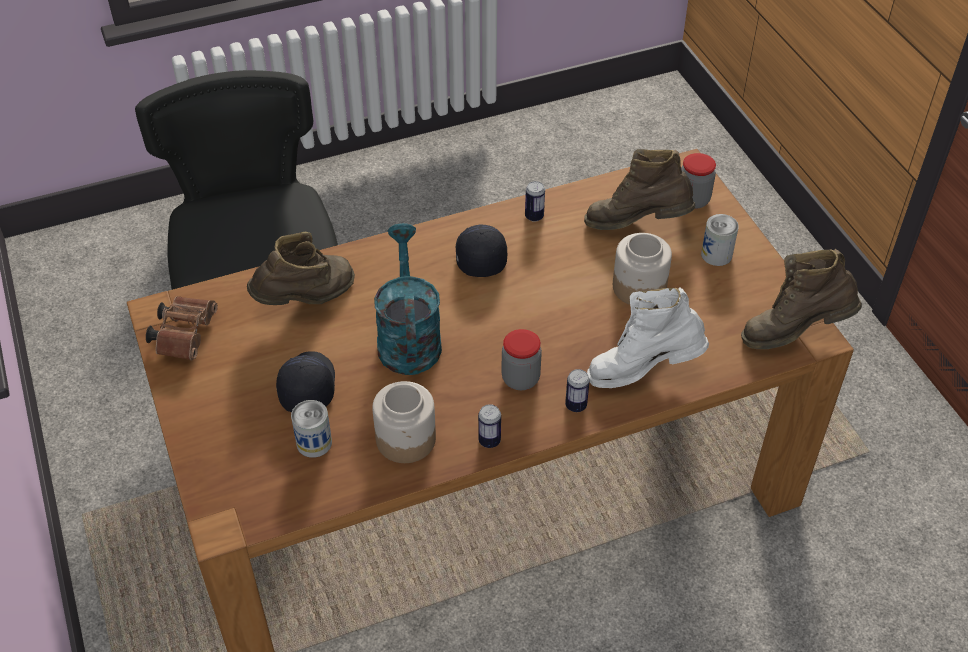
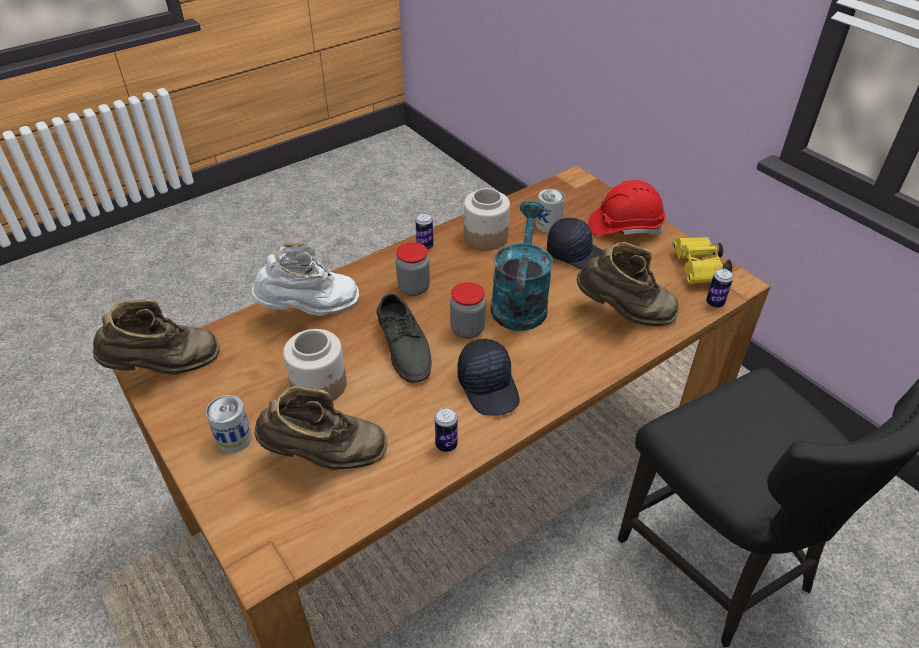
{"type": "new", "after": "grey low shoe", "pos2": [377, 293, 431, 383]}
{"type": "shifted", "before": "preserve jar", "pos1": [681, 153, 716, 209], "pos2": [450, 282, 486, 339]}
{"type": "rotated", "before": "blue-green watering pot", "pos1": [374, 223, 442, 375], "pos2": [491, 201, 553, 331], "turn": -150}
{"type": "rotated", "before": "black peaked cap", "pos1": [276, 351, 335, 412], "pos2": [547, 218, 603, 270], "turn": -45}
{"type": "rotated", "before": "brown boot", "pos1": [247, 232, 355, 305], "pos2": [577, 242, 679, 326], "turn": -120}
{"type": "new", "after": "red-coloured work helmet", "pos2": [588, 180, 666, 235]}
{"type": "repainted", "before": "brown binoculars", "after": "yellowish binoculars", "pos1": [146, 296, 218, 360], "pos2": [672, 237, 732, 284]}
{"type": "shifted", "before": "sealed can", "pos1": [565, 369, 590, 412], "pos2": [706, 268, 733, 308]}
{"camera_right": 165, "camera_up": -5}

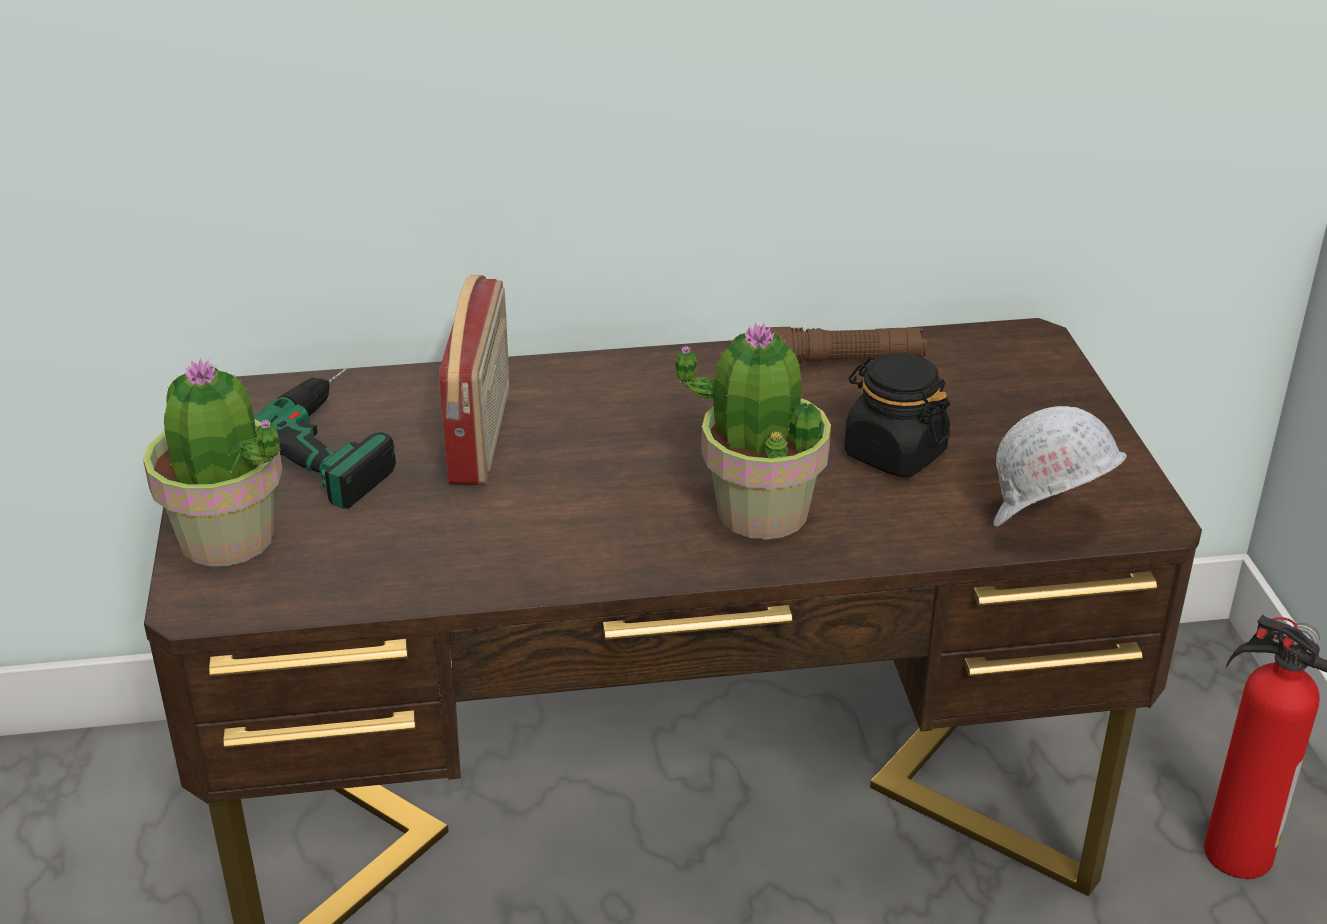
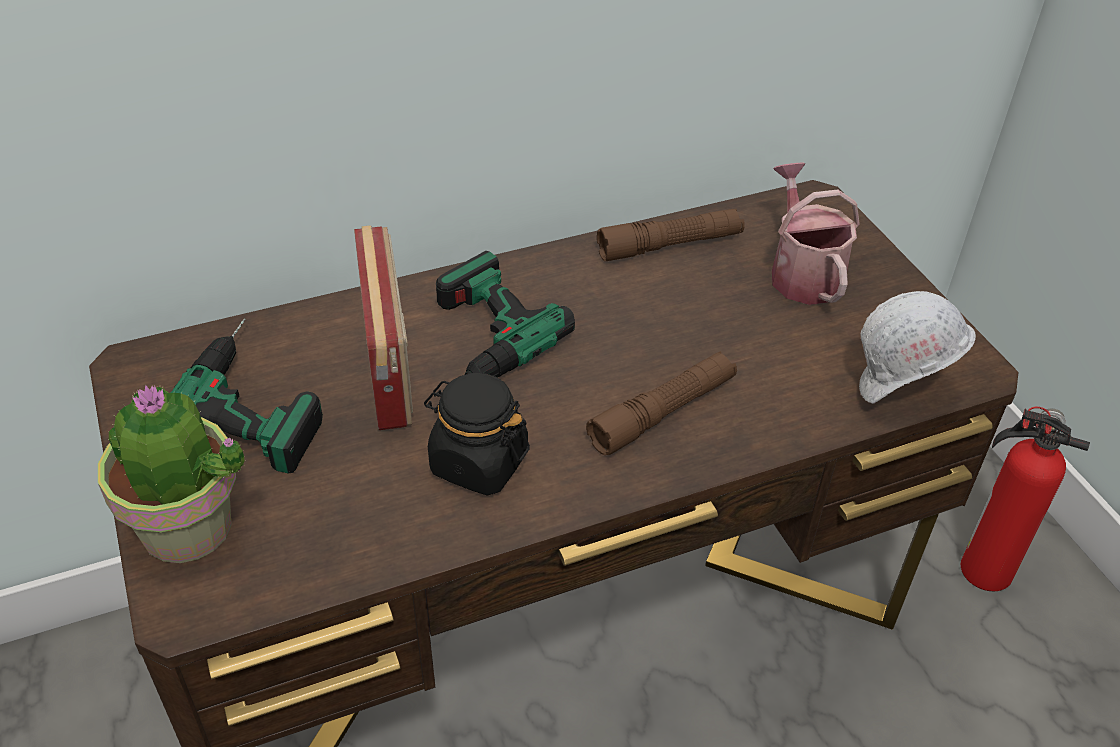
{"type": "shifted", "before": "black preserve jar", "pos1": [844, 353, 950, 477], "pos2": [424, 373, 530, 496]}
{"type": "new", "after": "power drill", "pos2": [436, 251, 575, 395]}
{"type": "swapped", "before": "potted plant", "after": "brown torch", "pos1": [675, 322, 831, 540], "pos2": [586, 351, 737, 455]}
{"type": "new", "after": "watering pot", "pos2": [772, 162, 860, 305]}
{"camera_right": -15, "camera_up": 10}

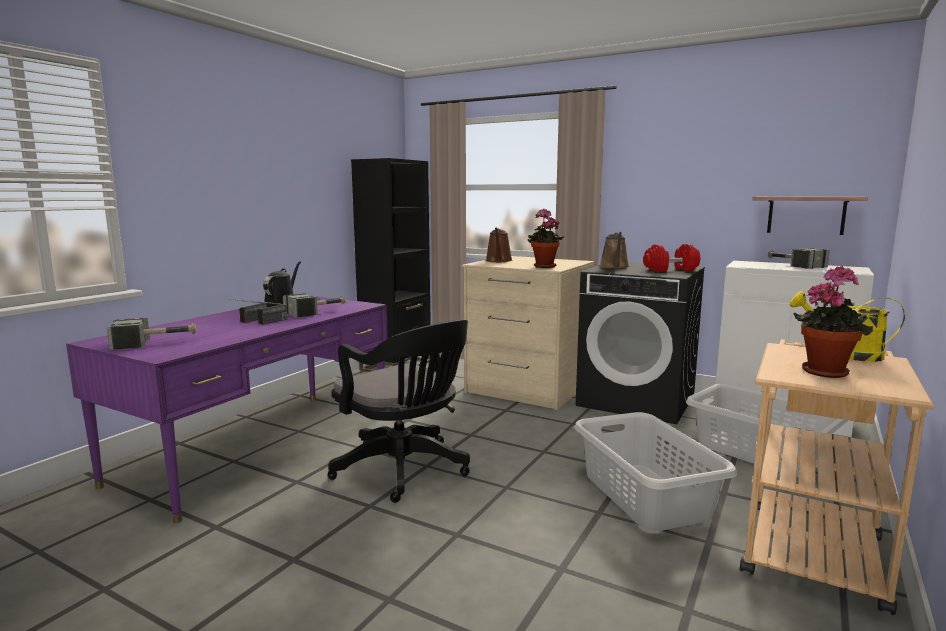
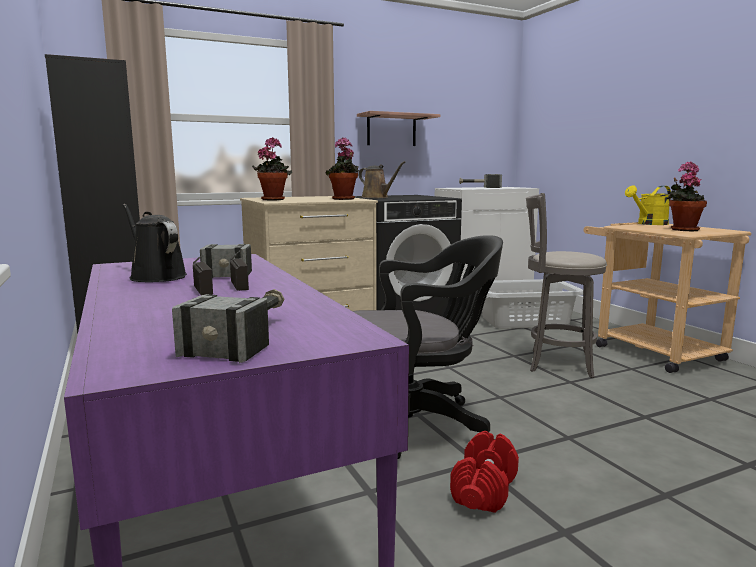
{"type": "swapped", "before": "brown watering pot", "after": "potted plant", "pos1": [485, 228, 513, 262], "pos2": [252, 138, 292, 200]}
{"type": "shifted", "before": "shelf", "pos1": [752, 197, 868, 235], "pos2": [357, 111, 441, 146]}
{"type": "shifted", "before": "red-coloured free weight", "pos1": [643, 244, 700, 272], "pos2": [450, 431, 519, 513]}
{"type": "swapped", "before": "grey laundry basket", "after": "grey sitting stool", "pos1": [574, 412, 737, 531], "pos2": [526, 193, 607, 378]}
{"camera_right": -55, "camera_up": 0}

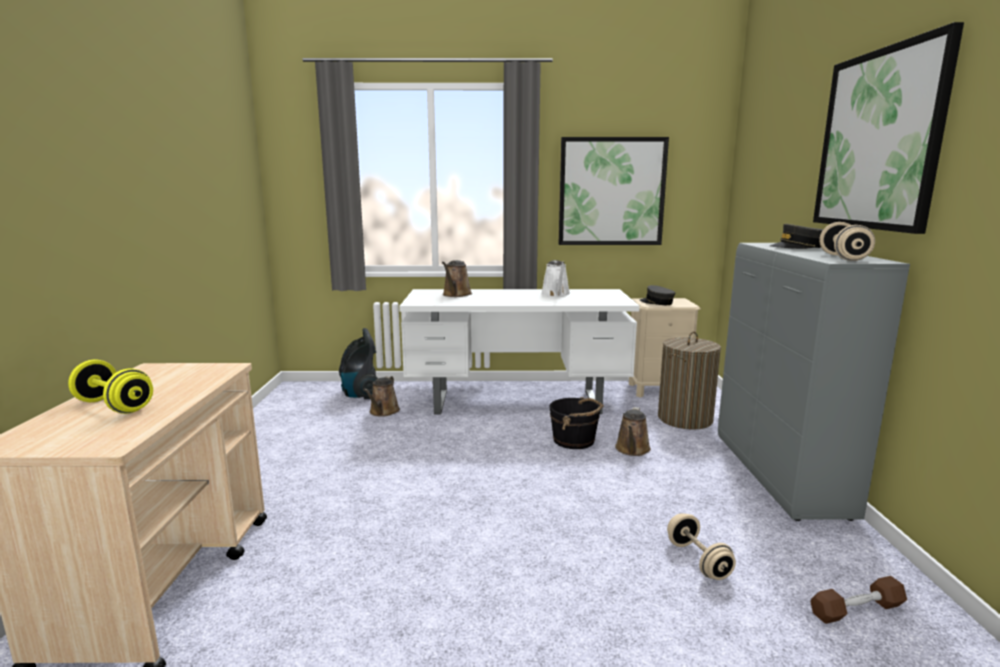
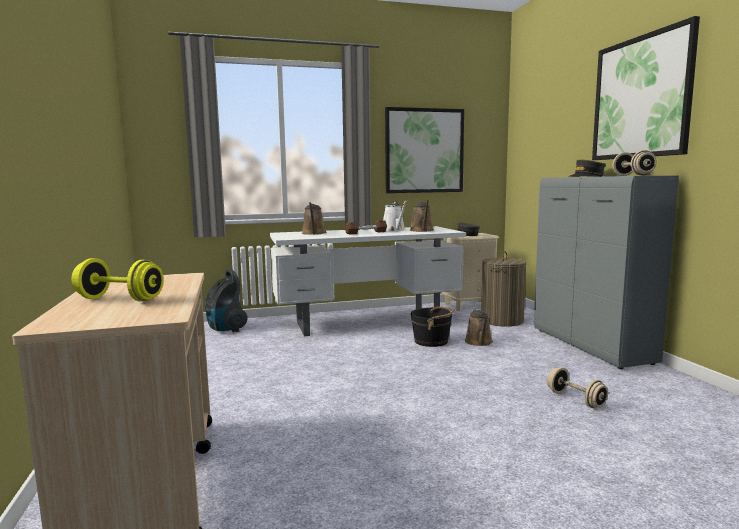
{"type": "shifted", "before": "brown free weight", "pos1": [811, 576, 907, 624], "pos2": [345, 220, 387, 235]}
{"type": "shifted", "before": "brown watering pot", "pos1": [363, 376, 400, 417], "pos2": [410, 200, 434, 232]}
{"camera_right": -15, "camera_up": -5}

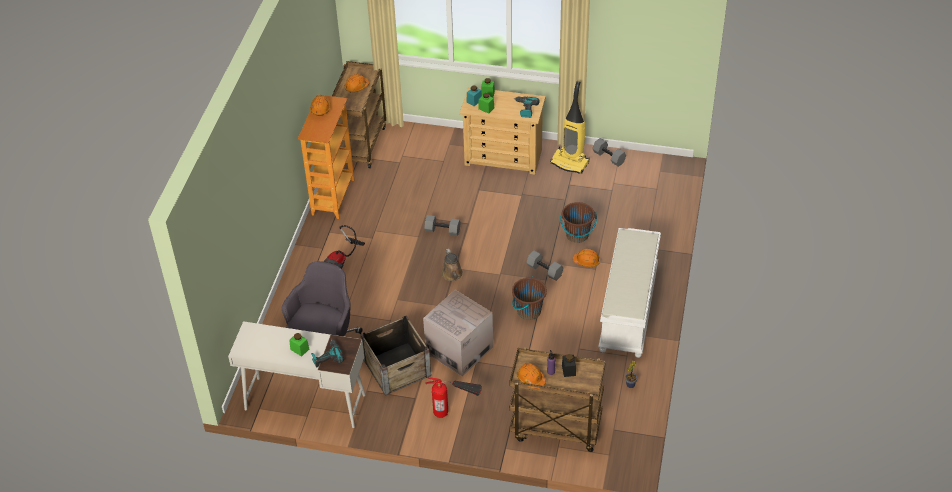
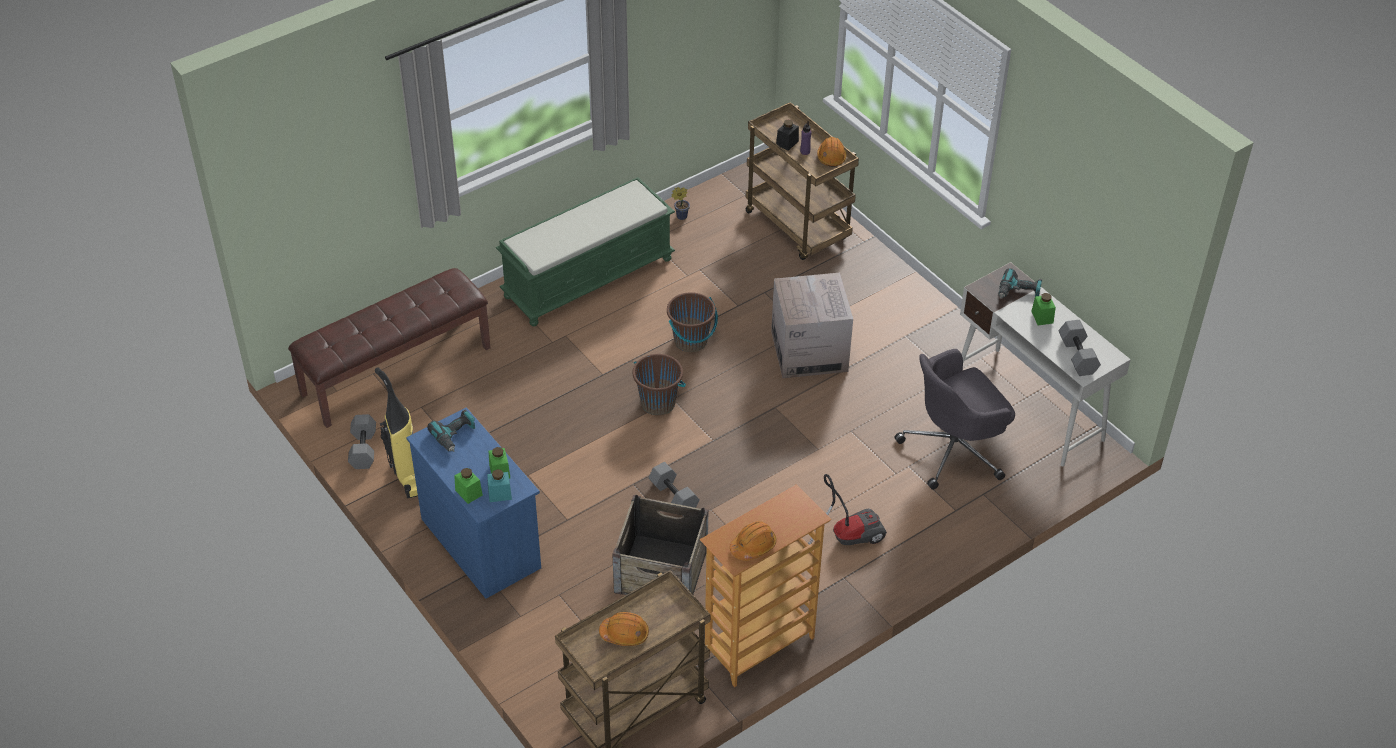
{"type": "new", "after": "brown indoor bench", "pos2": [288, 268, 490, 428]}
{"type": "repainted", "before": "beige dresser", "after": "bluish dresser", "pos1": [460, 87, 546, 175], "pos2": [406, 407, 541, 599]}
{"type": "repainted", "before": "white indoor bench", "after": "green-coloured indoor bench", "pos1": [598, 228, 661, 358], "pos2": [496, 177, 675, 326]}
{"type": "shifted", "before": "packing crate", "pos1": [361, 316, 431, 396], "pos2": [612, 495, 708, 595]}
{"type": "shifted", "before": "brown pail", "pos1": [560, 202, 597, 243], "pos2": [633, 354, 686, 415]}
{"type": "shifted", "before": "grey free weight", "pos1": [526, 251, 564, 281], "pos2": [1058, 320, 1101, 376]}
{"type": "gone", "before": "fire-fighting cylinder", "pos1": [426, 377, 482, 418]}
{"type": "gone", "before": "brown watering pot", "pos1": [442, 249, 463, 281]}
{"type": "gone", "before": "orange work helmet", "pos1": [573, 249, 600, 267]}
{"camera_right": -140, "camera_up": 0}

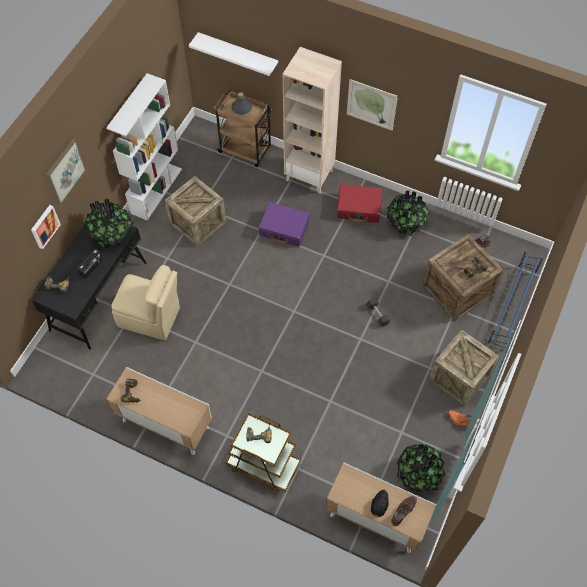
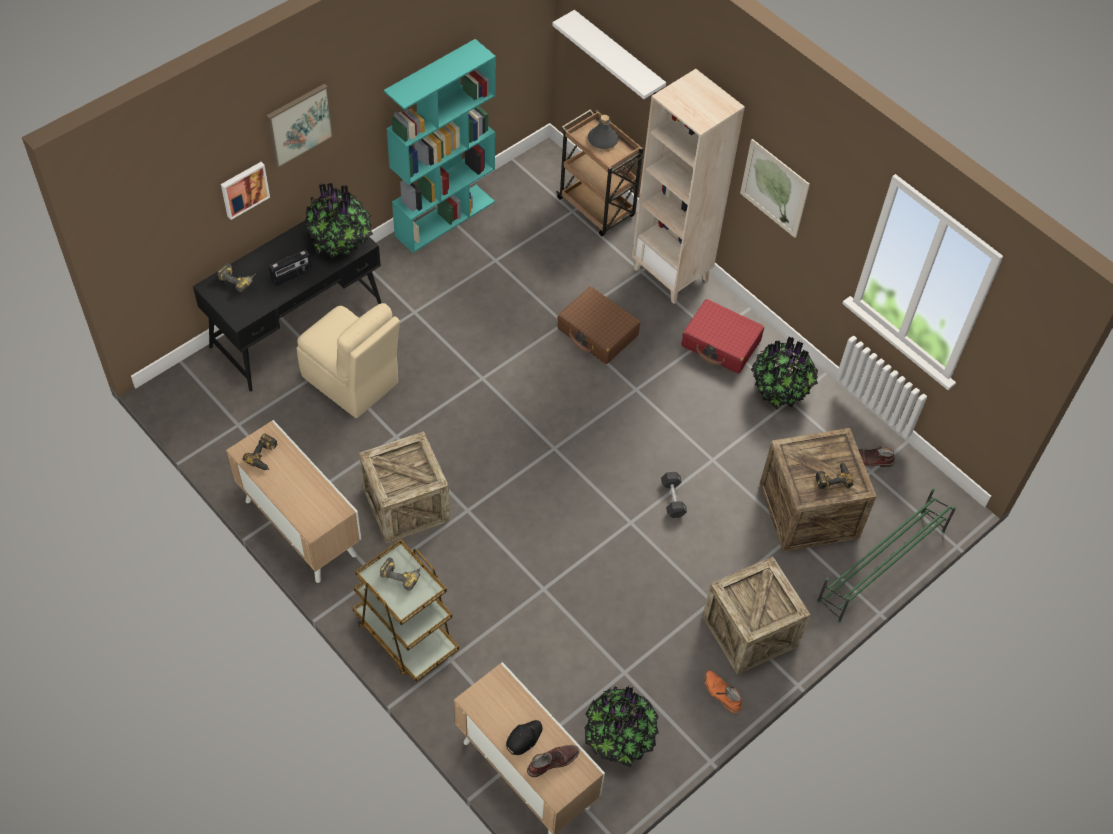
{"type": "shifted", "before": "packing crate", "pos1": [165, 176, 226, 246], "pos2": [359, 431, 450, 543]}
{"type": "repainted", "before": "white bookshelf", "after": "blue-green bookshelf", "pos1": [106, 73, 182, 221], "pos2": [384, 39, 496, 253]}
{"type": "repainted", "before": "purplish suitcase", "after": "brown suitcase", "pos1": [258, 202, 309, 247], "pos2": [557, 286, 640, 364]}
{"type": "repainted", "before": "bluish shoe shelf", "after": "green-coloured shoe shelf", "pos1": [487, 251, 544, 348], "pos2": [817, 488, 956, 623]}
{"camera_right": 20, "camera_up": -5}

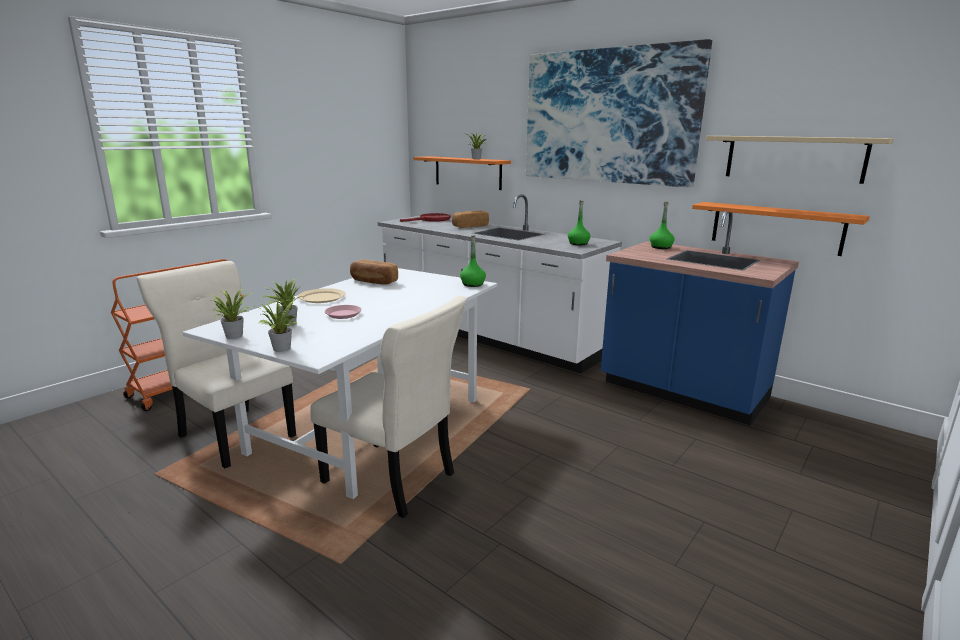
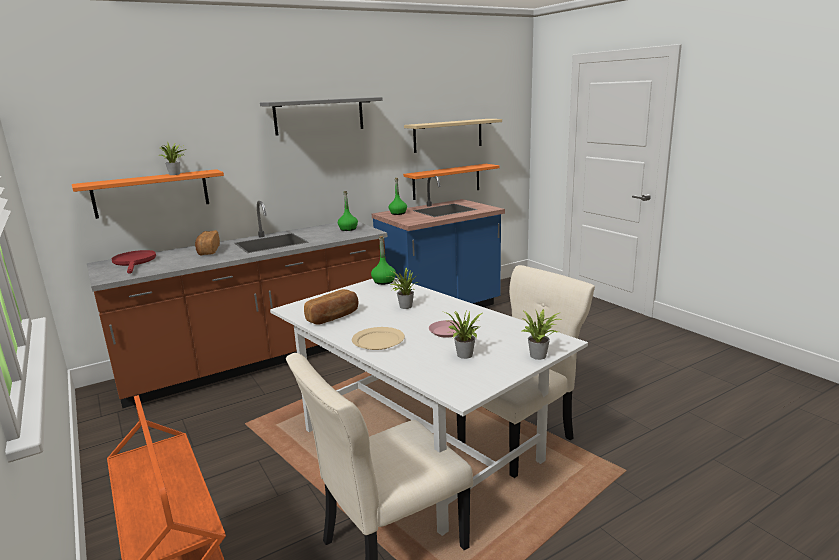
{"type": "repainted", "before": "white counter", "after": "brown counter", "pos1": [378, 194, 622, 374], "pos2": [87, 201, 388, 408]}
{"type": "swapped", "before": "wall art", "after": "grey shelf", "pos1": [526, 39, 712, 188], "pos2": [260, 97, 383, 136]}
{"type": "shifted", "before": "potted plant", "pos1": [212, 288, 252, 339], "pos2": [387, 267, 419, 309]}
{"camera_right": -70, "camera_up": 0}

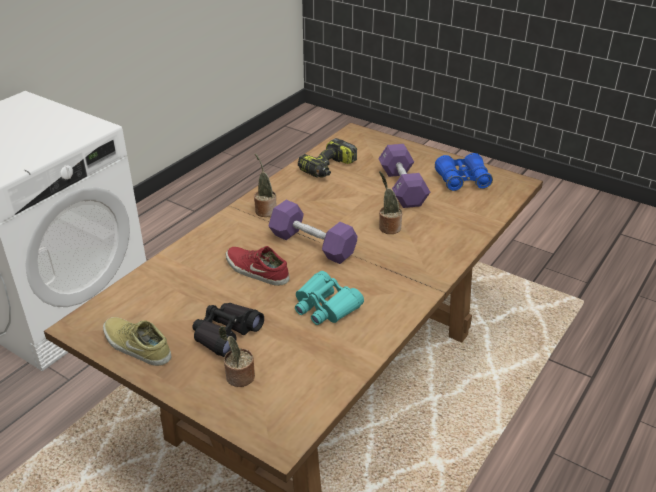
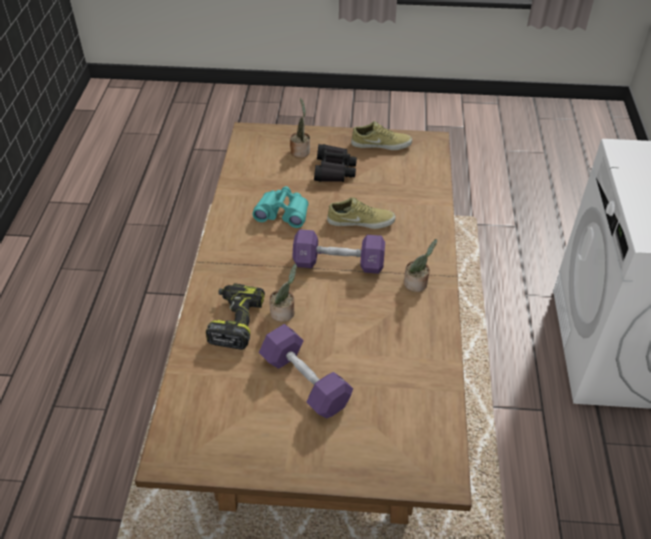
{"type": "shifted", "before": "power drill", "pos1": [298, 138, 357, 178], "pos2": [206, 283, 265, 350]}
{"type": "repainted", "before": "red-coloured low shoe", "after": "beige low shoe", "pos1": [226, 246, 290, 286], "pos2": [327, 197, 395, 229]}
{"type": "gone", "before": "bluish binoculars", "pos1": [435, 153, 493, 191]}
{"camera_right": 150, "camera_up": 10}

